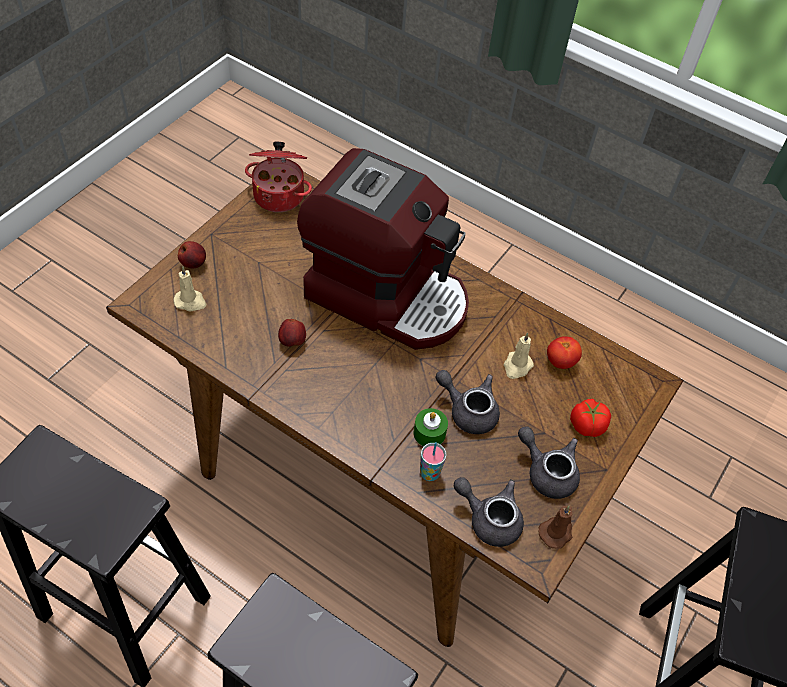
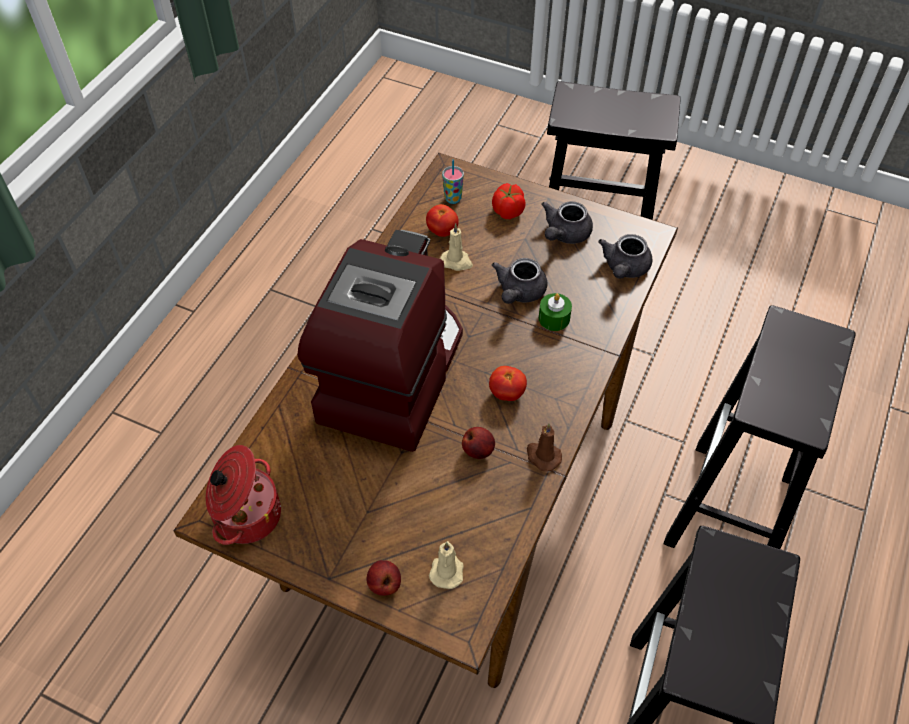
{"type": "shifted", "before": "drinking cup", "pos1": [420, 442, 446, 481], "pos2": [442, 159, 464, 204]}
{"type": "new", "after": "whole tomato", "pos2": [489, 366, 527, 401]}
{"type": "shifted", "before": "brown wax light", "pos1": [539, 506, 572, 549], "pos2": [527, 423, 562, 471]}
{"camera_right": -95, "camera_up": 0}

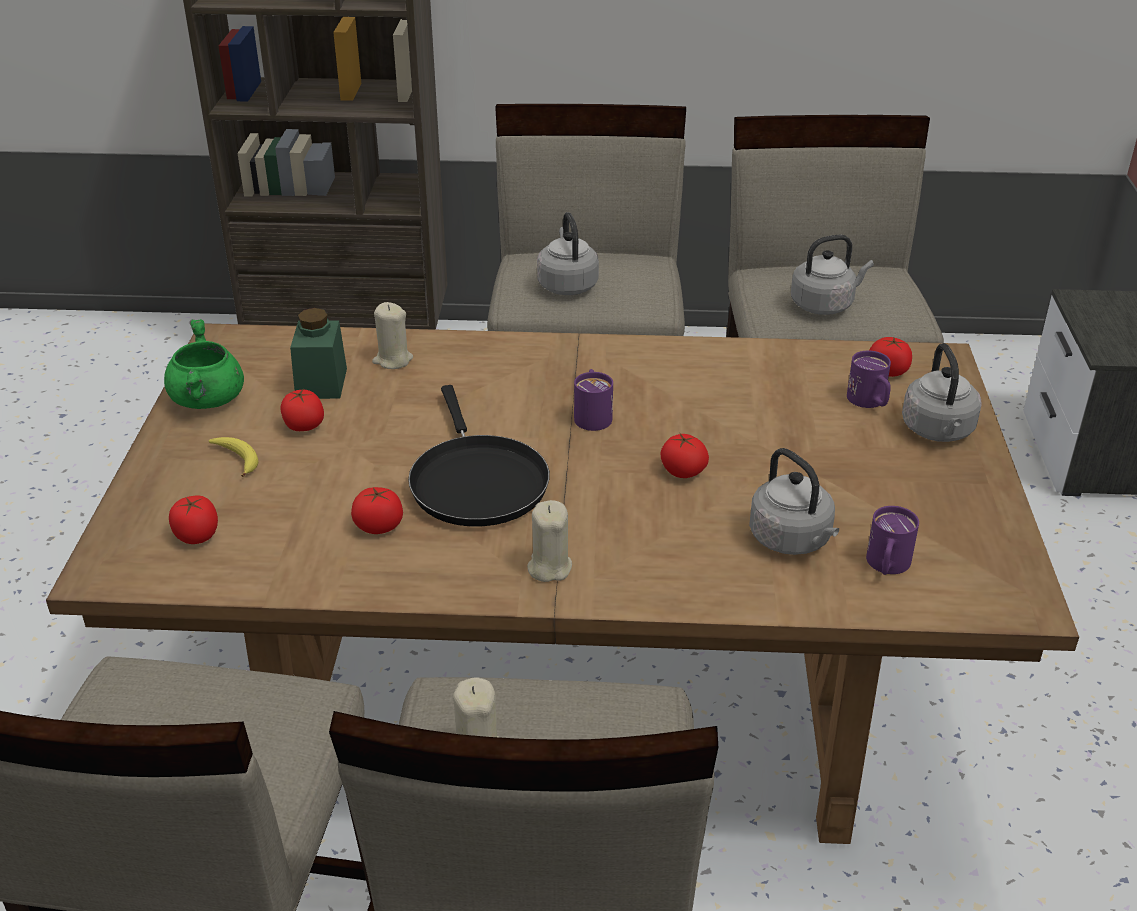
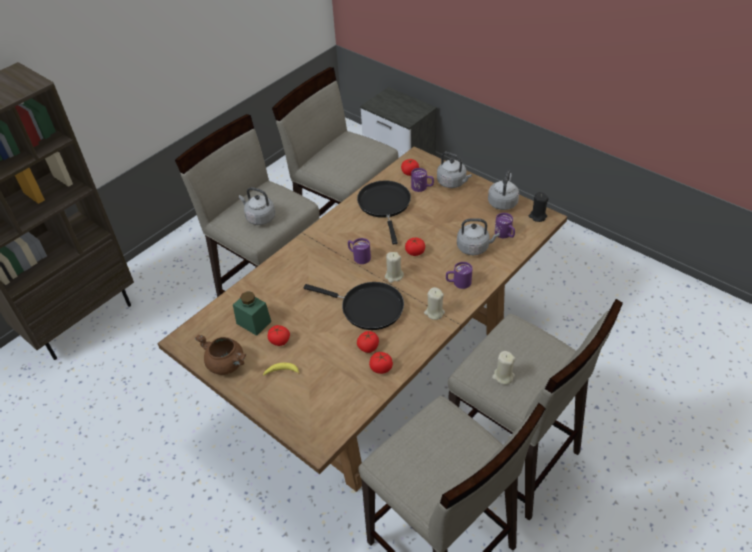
{"type": "repainted", "before": "green-coloured cooking pot", "after": "brown cooking pot", "pos1": [164, 319, 244, 409], "pos2": [195, 335, 246, 375]}
{"type": "new", "after": "black frying pan", "pos2": [357, 180, 411, 245]}
{"type": "shifted", "before": "whole tomato", "pos1": [169, 495, 218, 544], "pos2": [369, 352, 393, 374]}
{"type": "shifted", "before": "beige wax light", "pos1": [372, 302, 413, 369], "pos2": [385, 252, 404, 283]}
{"type": "new", "after": "purplish tea mug", "pos2": [446, 262, 472, 289]}
{"type": "shifted", "before": "grey water kettle", "pos1": [791, 235, 874, 315], "pos2": [488, 170, 519, 210]}
{"type": "new", "after": "black wax light", "pos2": [529, 192, 549, 222]}
{"camera_right": -50, "camera_up": 10}

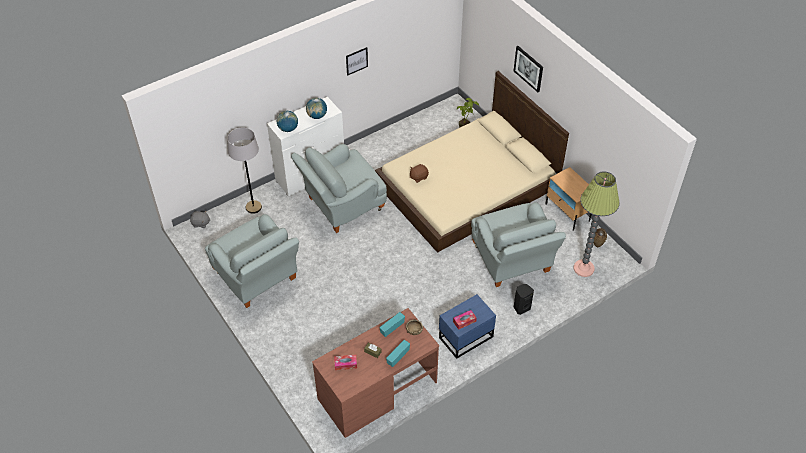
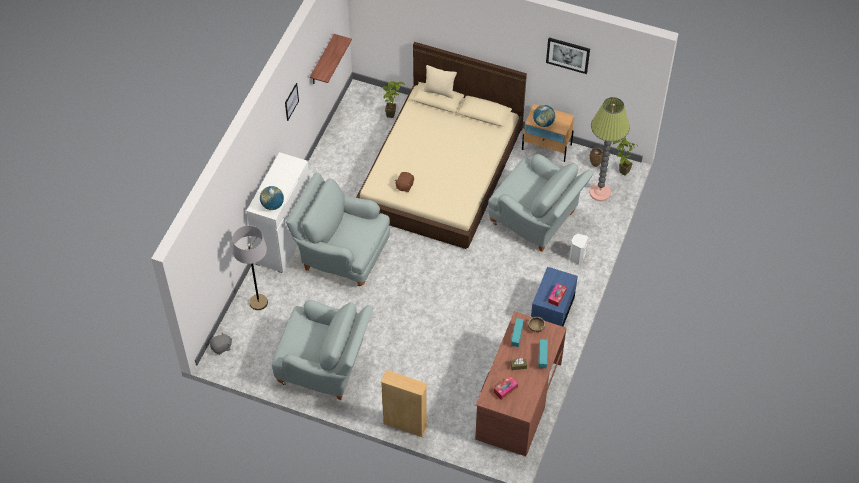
{"type": "rotated", "before": "grey lounge chair", "pos1": [291, 144, 387, 233], "pos2": [286, 172, 390, 286], "turn": 90}
{"type": "new", "after": "shelf", "pos2": [310, 34, 352, 84]}
{"type": "new", "after": "beige bookshelf", "pos2": [381, 370, 428, 437]}
{"type": "new", "after": "beige cushion", "pos2": [423, 65, 457, 99]}
{"type": "shifted", "before": "world globe", "pos1": [306, 98, 327, 119], "pos2": [533, 105, 555, 127]}
{"type": "shifted", "before": "wall art", "pos1": [514, 46, 543, 92], "pos2": [546, 38, 590, 74]}
{"type": "repainted", "before": "black speaker", "after": "white speaker", "pos1": [514, 284, 534, 315], "pos2": [569, 234, 588, 265]}
{"type": "new", "after": "potted plant", "pos2": [613, 138, 638, 176]}
{"camera_right": -35, "camera_up": 5}

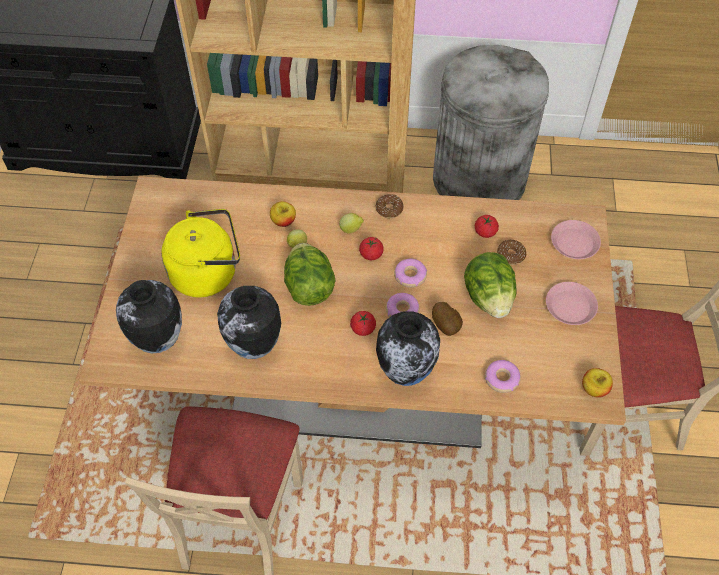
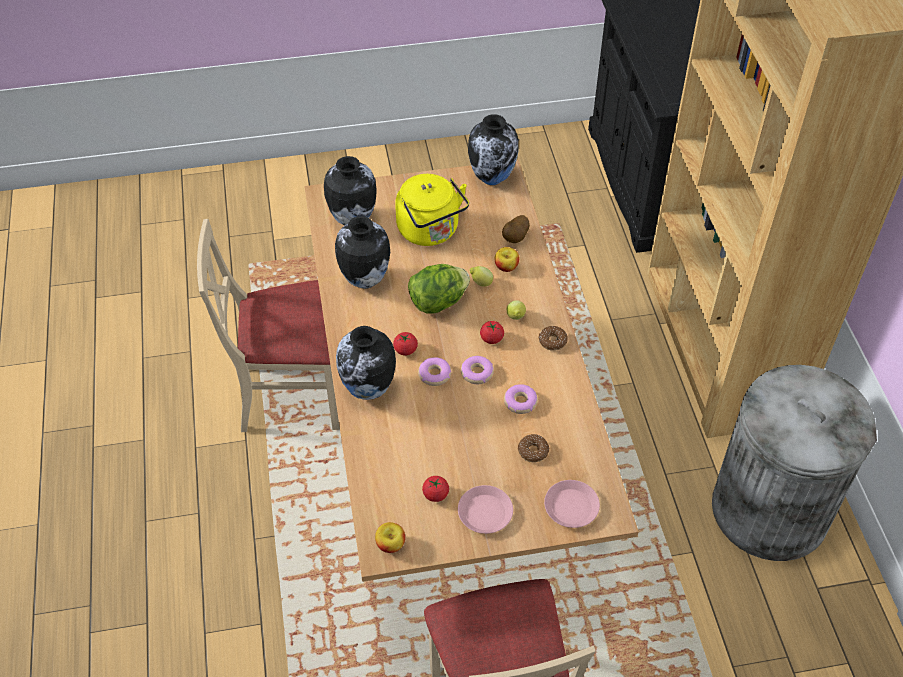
{"type": "shifted", "before": "whole tomato", "pos1": [475, 215, 499, 238], "pos2": [422, 476, 449, 502]}
{"type": "new", "after": "flower vase", "pos2": [468, 114, 519, 185]}
{"type": "shifted", "before": "whole potato", "pos1": [432, 302, 463, 336], "pos2": [502, 215, 530, 243]}
{"type": "shifted", "before": "donut", "pos1": [485, 360, 521, 393], "pos2": [504, 384, 538, 414]}
{"type": "gone", "before": "lettuce head", "pos1": [464, 252, 517, 318]}
{"camera_right": 75, "camera_up": -5}

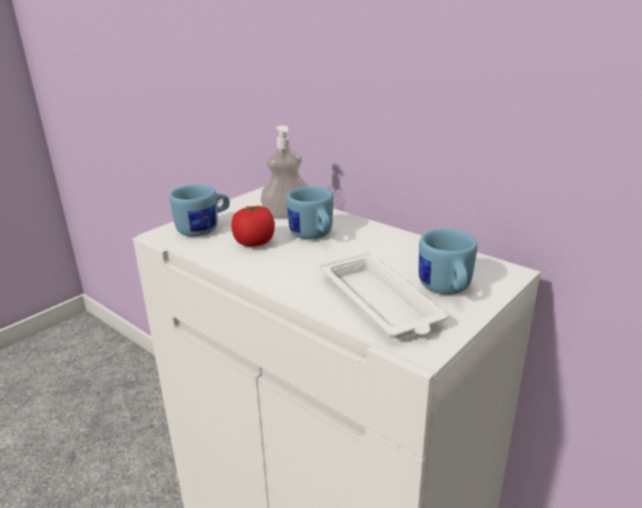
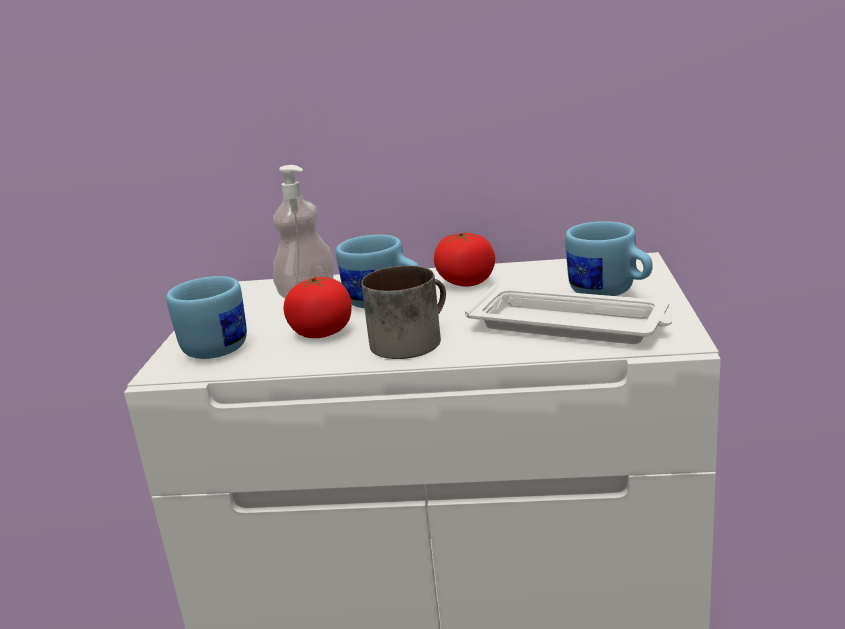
{"type": "new", "after": "tea mug", "pos2": [361, 266, 446, 359]}
{"type": "new", "after": "whole tomato", "pos2": [434, 232, 495, 287]}
{"camera_right": -35, "camera_up": -5}

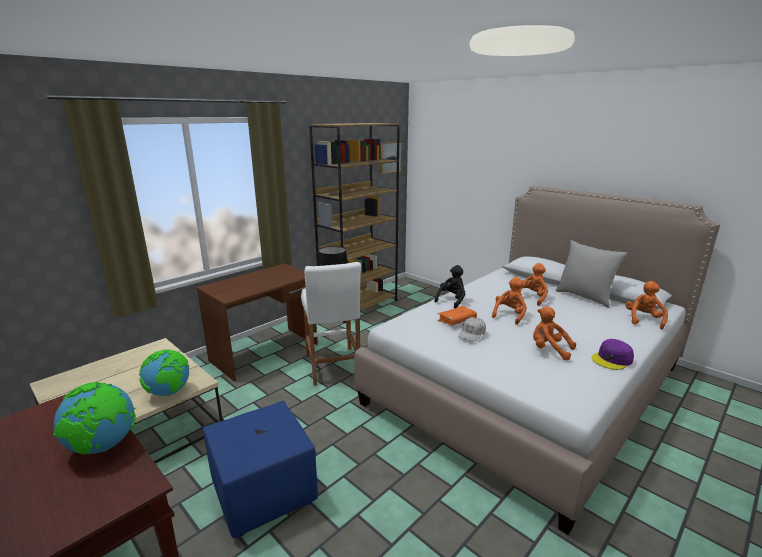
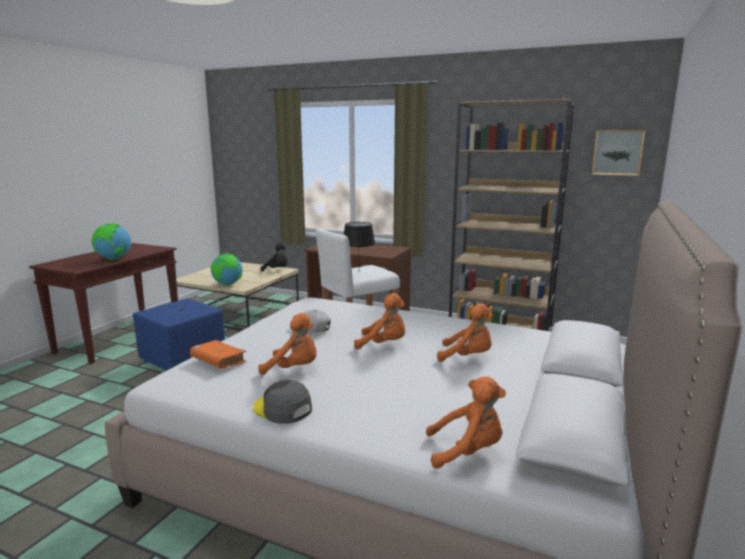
{"type": "shifted", "before": "orange book", "pos1": [438, 306, 477, 326], "pos2": [190, 340, 247, 369]}
{"type": "repainted", "before": "purplish peaked cap", "after": "grey peaked cap", "pos1": [592, 339, 634, 370], "pos2": [253, 380, 312, 424]}
{"type": "rotated", "before": "orange soft toy", "pos1": [533, 306, 576, 360], "pos2": [258, 313, 317, 375], "turn": 90}
{"type": "shifted", "before": "black soft toy", "pos1": [434, 265, 465, 308], "pos2": [261, 242, 288, 272]}
{"type": "gone", "before": "grey cushion", "pos1": [556, 240, 627, 308]}
{"camera_right": 70, "camera_up": -5}

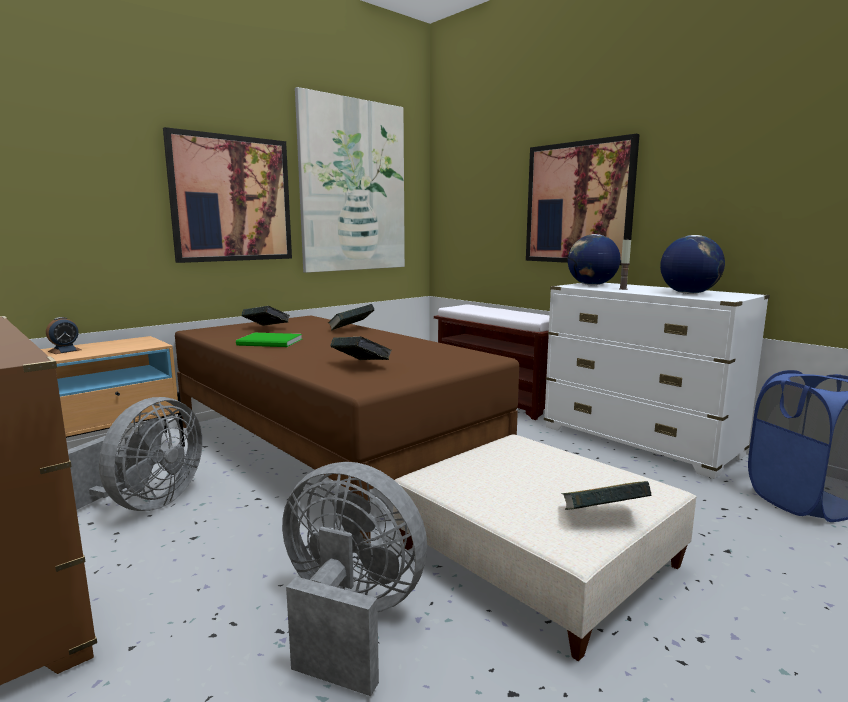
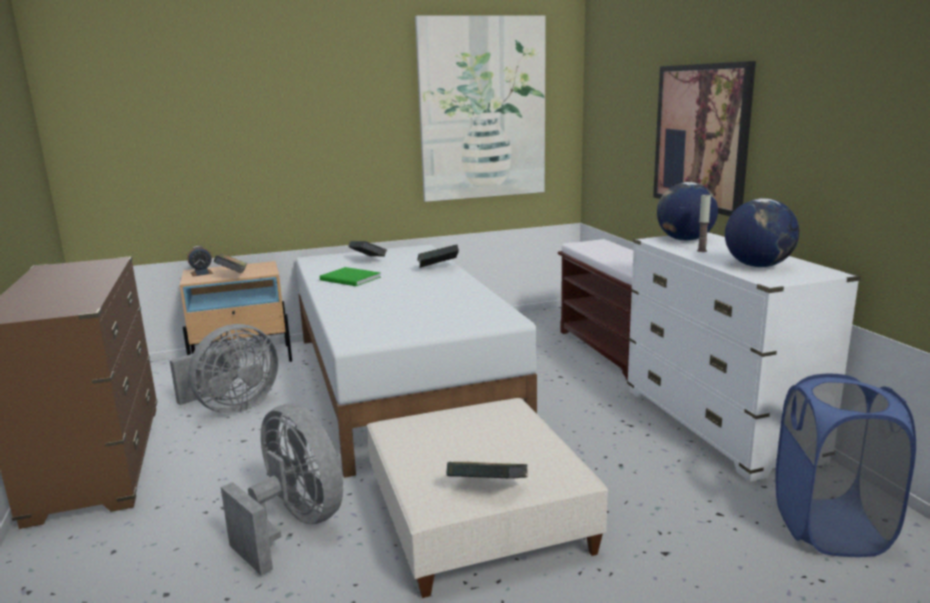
{"type": "shifted", "before": "book", "pos1": [330, 337, 392, 360], "pos2": [214, 254, 247, 273]}
{"type": "repainted", "before": "brown bedroom bed", "after": "white bedroom bed", "pos1": [175, 316, 519, 543], "pos2": [296, 245, 537, 478]}
{"type": "gone", "before": "wall art", "pos1": [163, 127, 292, 263]}
{"camera_right": 25, "camera_up": 5}

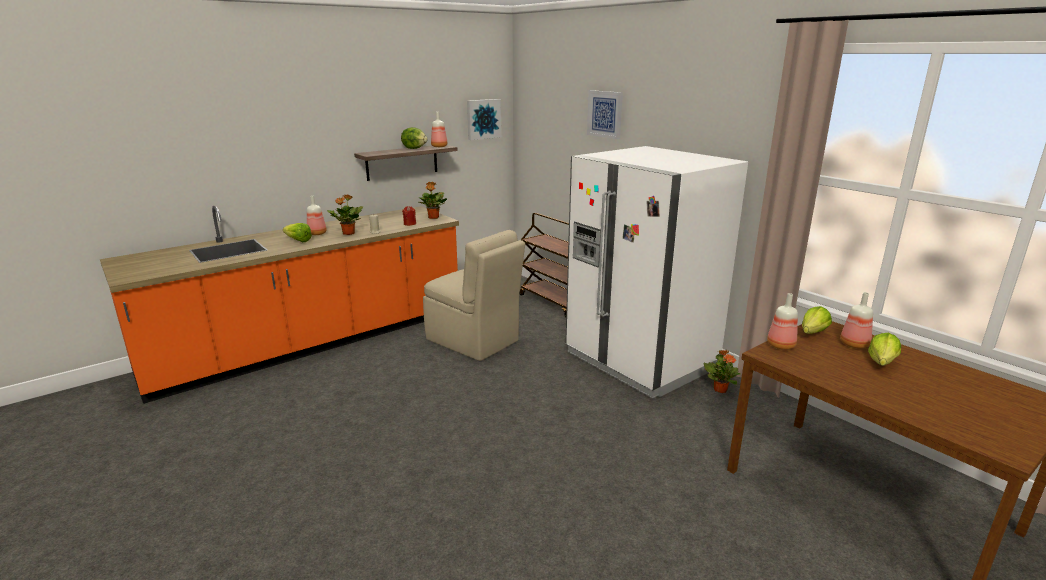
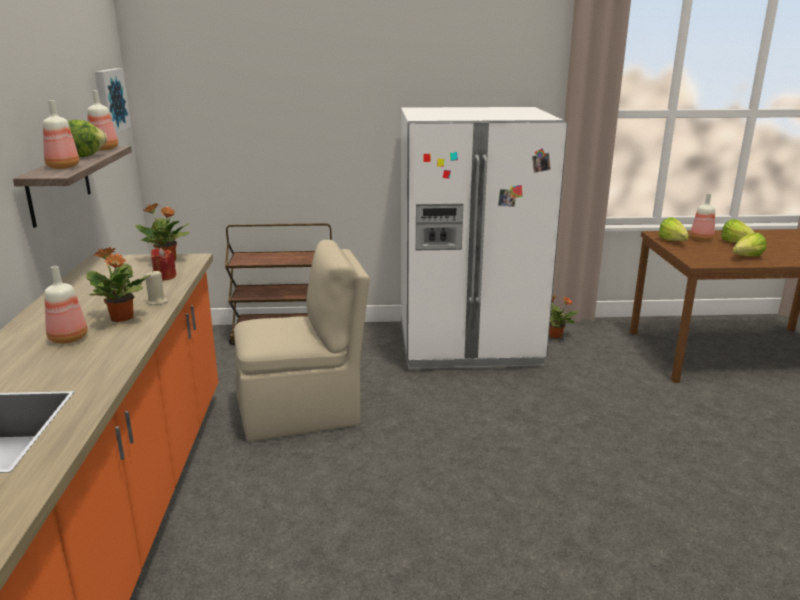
{"type": "shifted", "before": "bottle", "pos1": [767, 293, 798, 350], "pos2": [43, 100, 80, 169]}
{"type": "shifted", "before": "lettuce head", "pos1": [283, 223, 312, 242], "pos2": [733, 233, 766, 256]}
{"type": "gone", "before": "wall art", "pos1": [587, 90, 623, 139]}
{"camera_right": -55, "camera_up": 0}

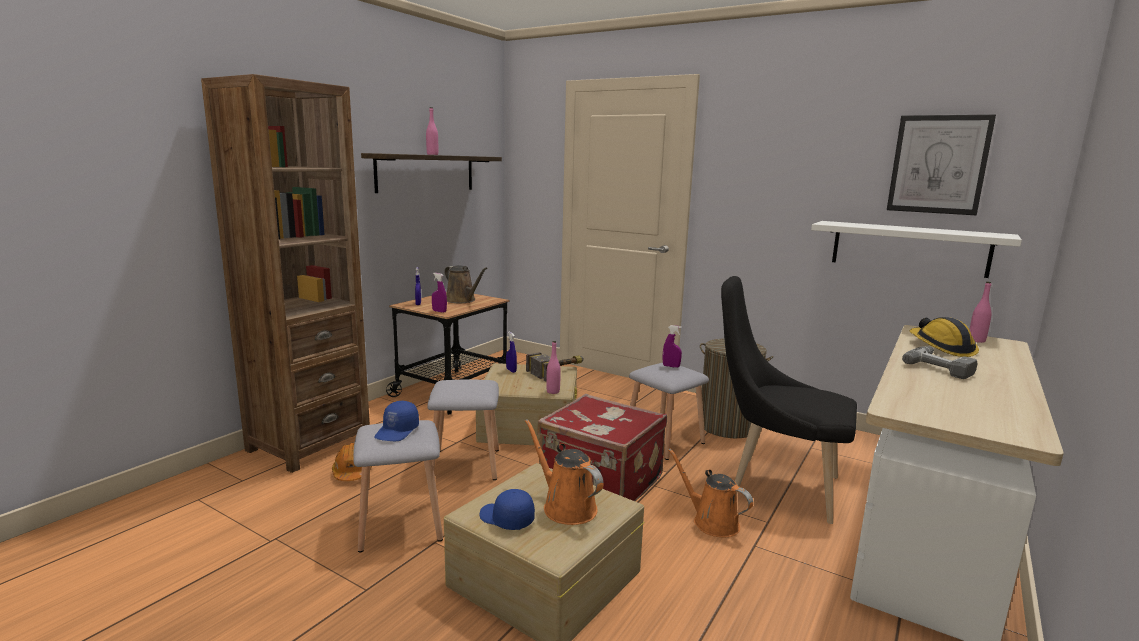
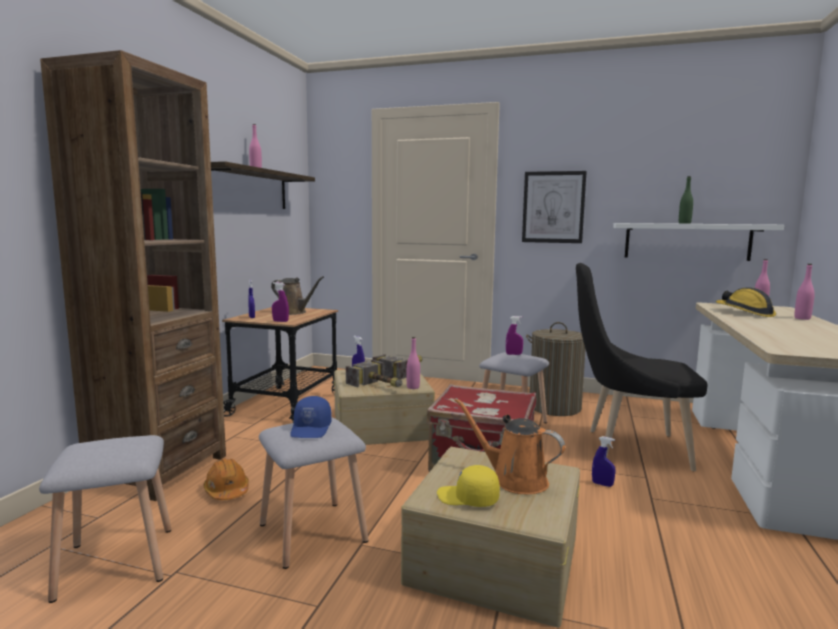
{"type": "shifted", "before": "grey sitting stool", "pos1": [427, 379, 499, 480], "pos2": [39, 435, 171, 603]}
{"type": "new", "after": "hammer", "pos2": [346, 360, 402, 387]}
{"type": "repainted", "before": "bluish peaked cap", "after": "yellowish peaked cap", "pos1": [480, 489, 535, 530], "pos2": [437, 465, 500, 507]}
{"type": "shifted", "before": "wall art", "pos1": [887, 114, 996, 215], "pos2": [522, 171, 587, 243]}
{"type": "swapped", "before": "orange watering pot", "after": "bluish spray bottle", "pos1": [668, 449, 753, 537], "pos2": [592, 436, 615, 487]}
{"type": "new", "after": "green-coloured bottle", "pos2": [679, 176, 693, 224]}
{"type": "new", "after": "pinkish bottle", "pos2": [794, 264, 815, 320]}
{"type": "gone", "before": "power drill", "pos1": [902, 346, 978, 379]}
{"camera_right": -15, "camera_up": -5}

